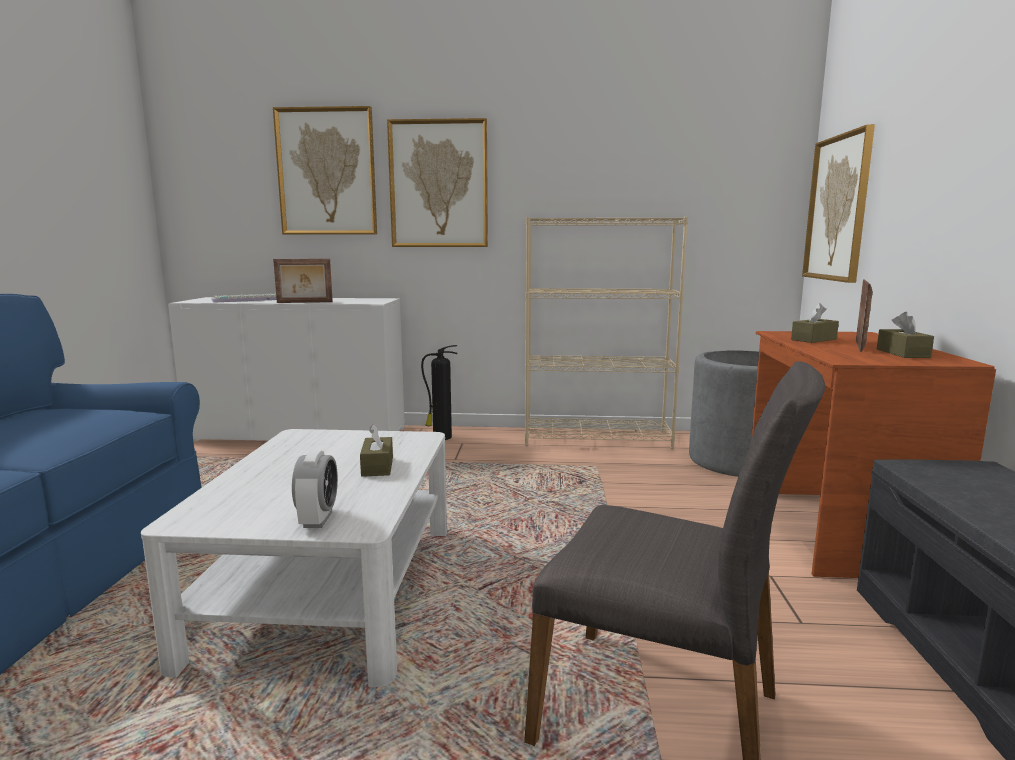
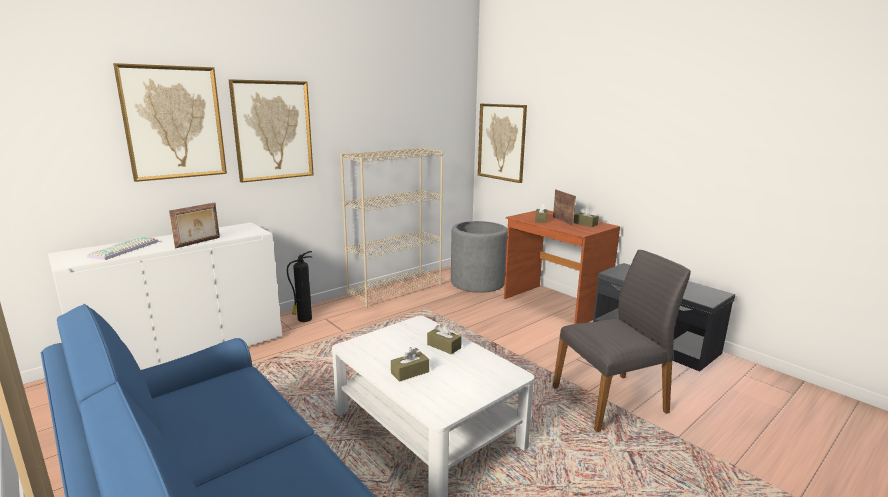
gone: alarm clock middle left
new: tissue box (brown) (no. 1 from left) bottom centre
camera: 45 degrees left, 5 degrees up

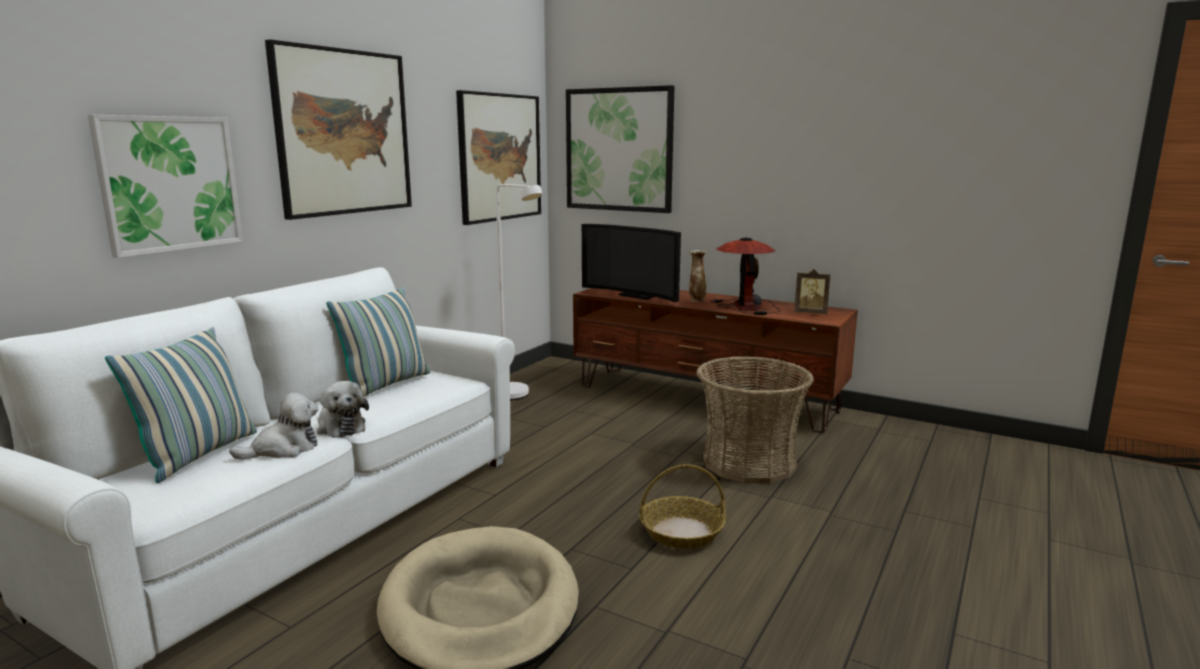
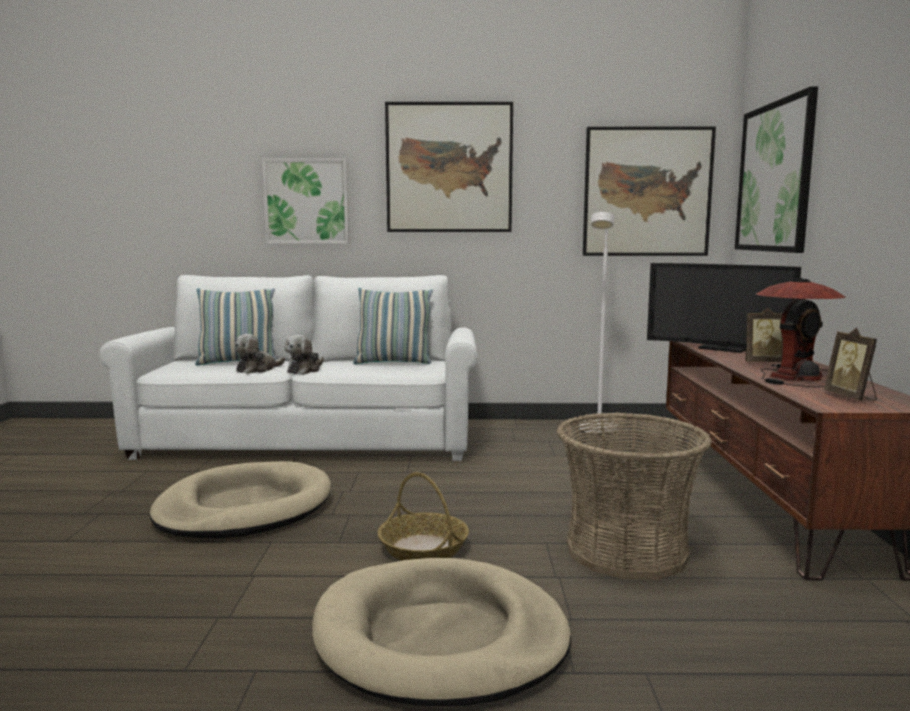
new: dog bed (beige) (no. 2 from left) bottom centre
swapped: vase centre to picture frame (no. 1 from left) middle right
rotated: plush toy (no. 1 from left) middle left = middle left 105 degrees clockwise; television centre = middle right 60 degrees counterclockwise
camera: 60 degrees right, 5 degrees down

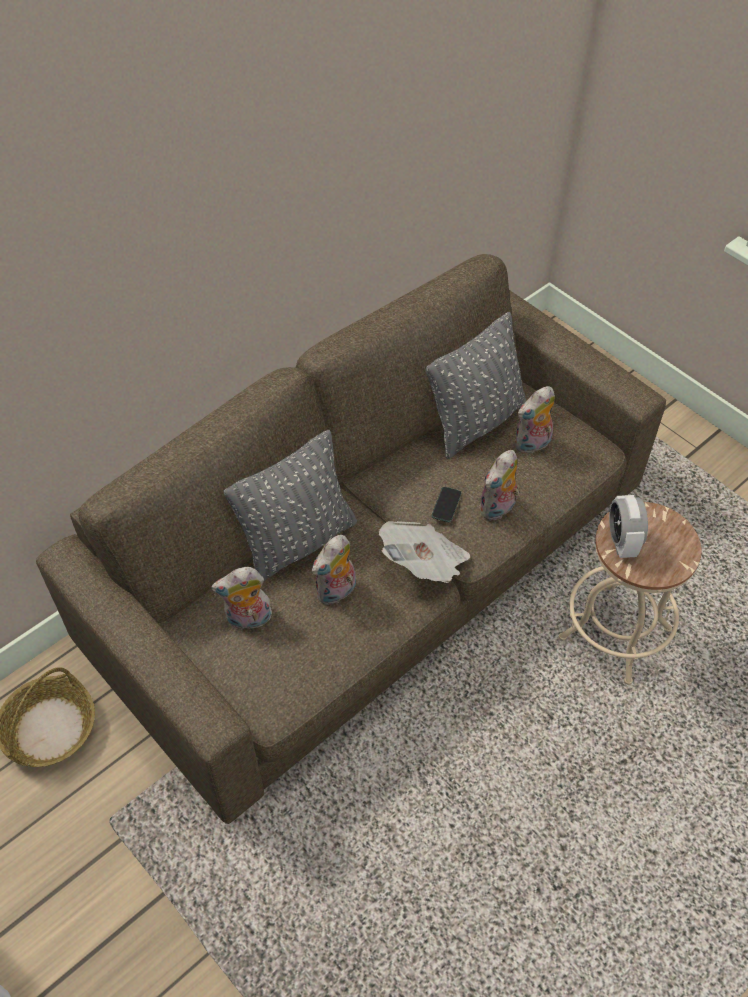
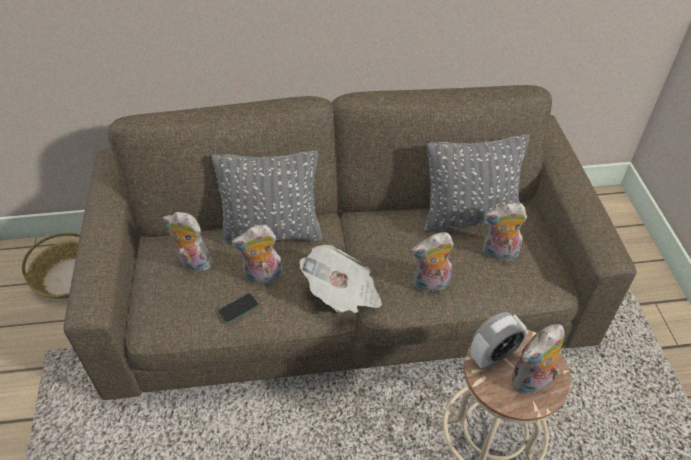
new: plush toy (no. 5 from left) bottom right
shifted: phone centre to bottom centre
rotated: alarm clock middle right = bottom right 150 degrees counterclockwise
camera: 35 degrees right, 5 degrees down

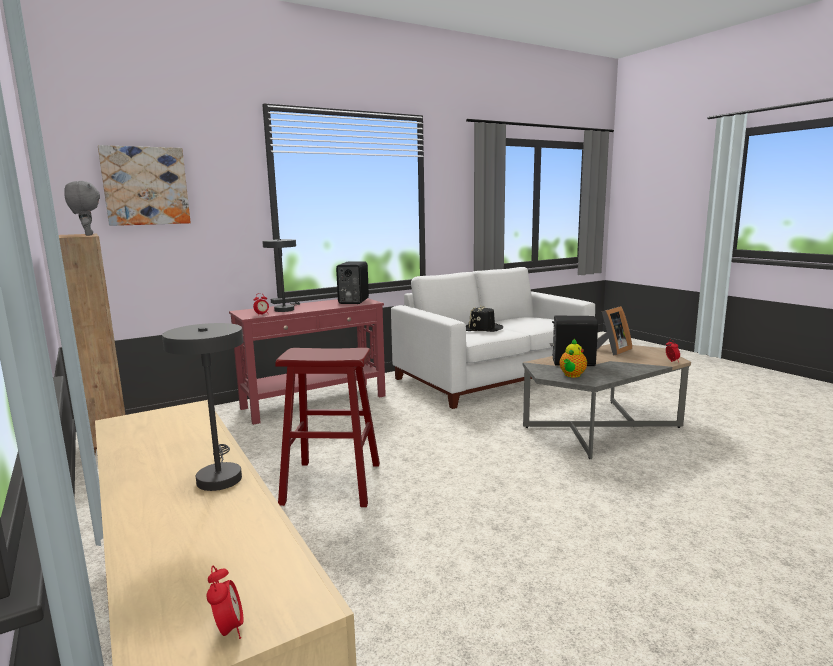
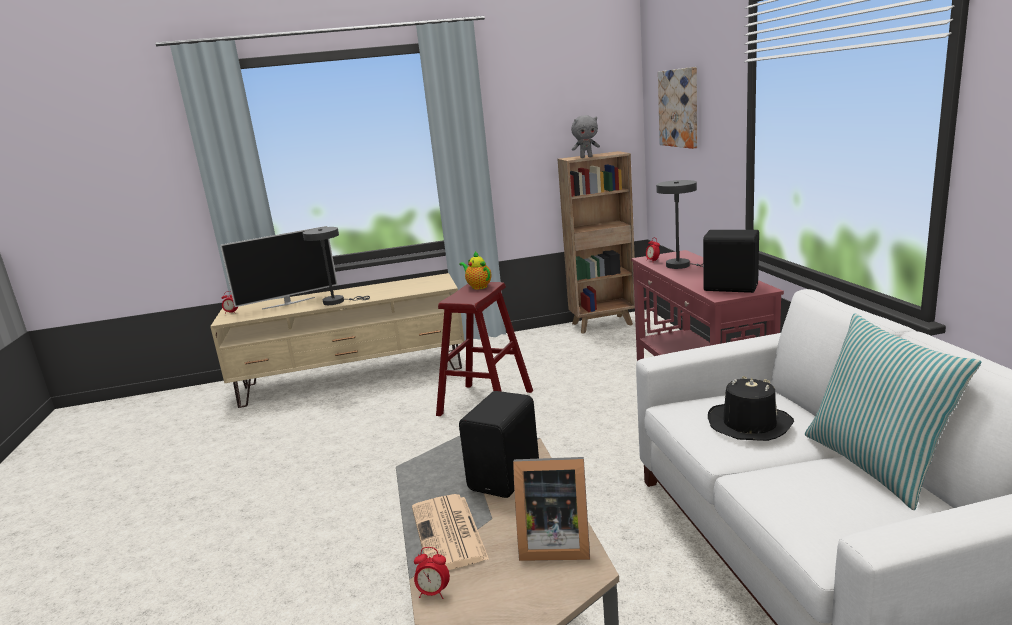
new: television middle left; newspaper bottom centre; pillow middle right
shifted: teapot middle right to centre
rotated: picture frame middle right = bottom centre 60 degrees counterclockwise
camera: 110 degrees right, 5 degrees up

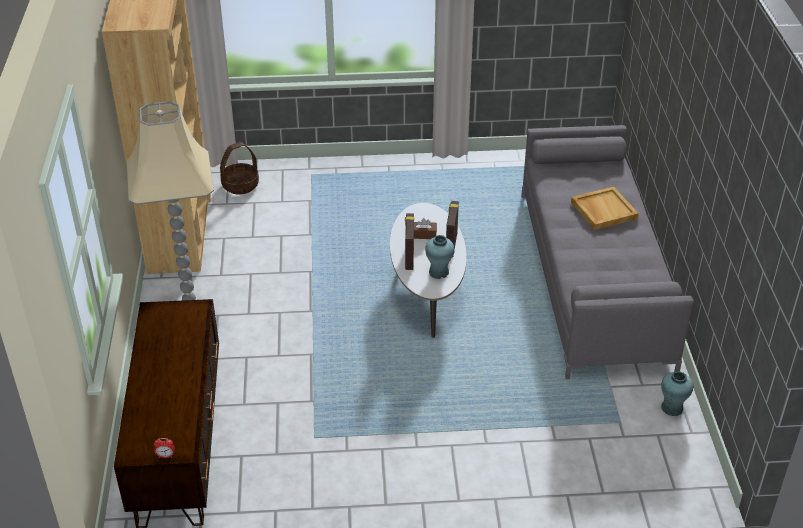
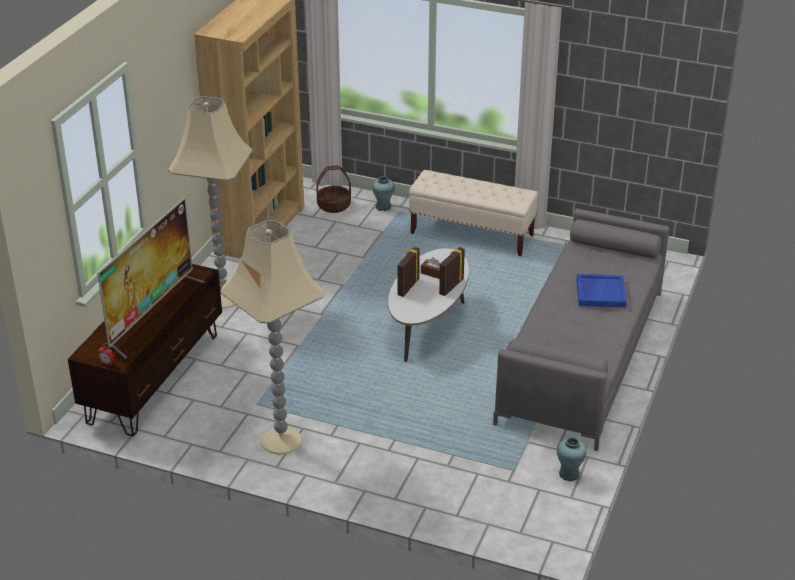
new: television middle left; floor lamp (beige) (no. 2 from left) centre; bench (beige) centre
shifted: vase (turquoise) (no. 1 from left) centre to top centre
repainted: tray (beige) middle right to tray (blue) middle right
camera: 25 degrees right, 5 degrees down

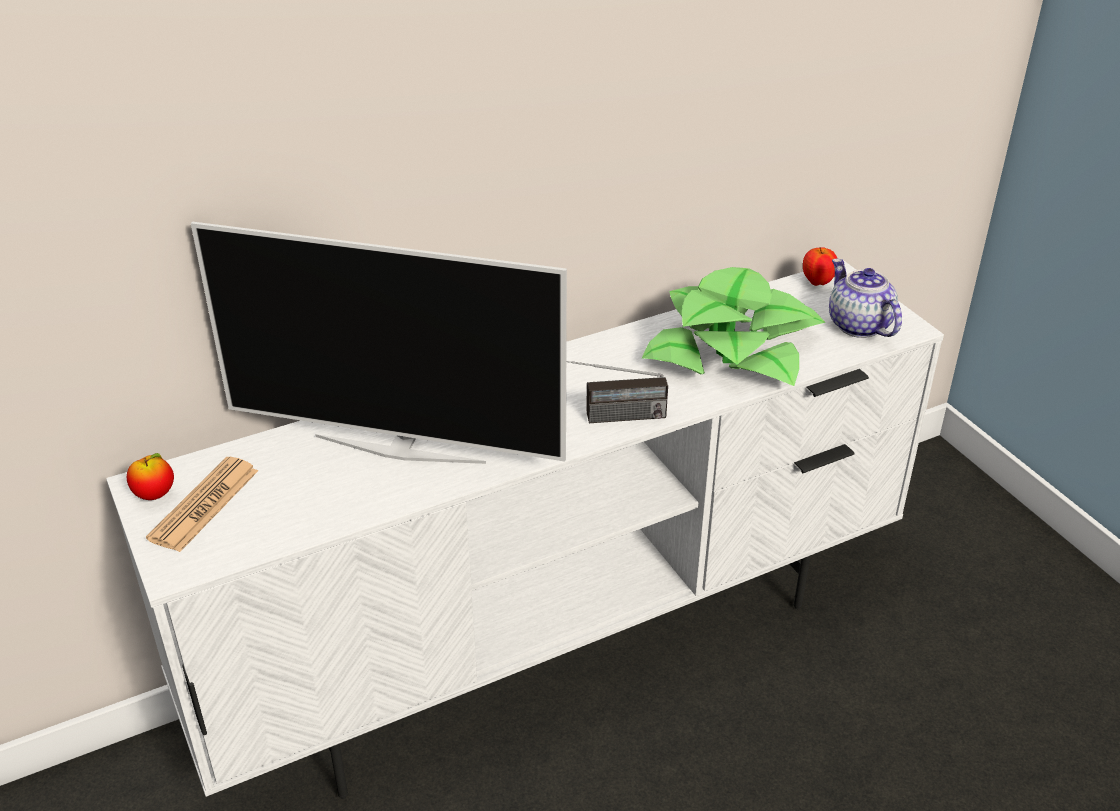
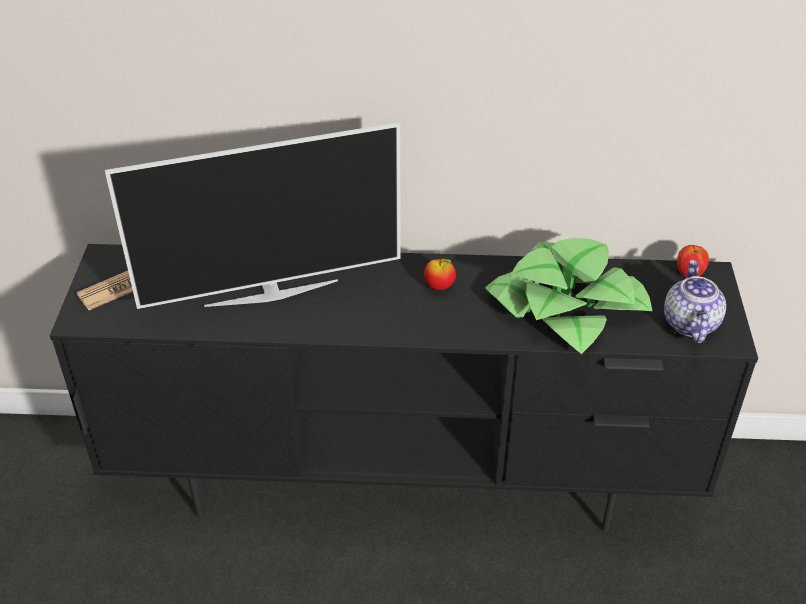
gone: radio centre
shifted: apple (no. 1 from left) middle left to centre
repainted: tv stand (white) centre to tv stand (black) centre
rotated: television centre = middle left 60 degrees counterclockwise
camera: 30 degrees right, 5 degrees up

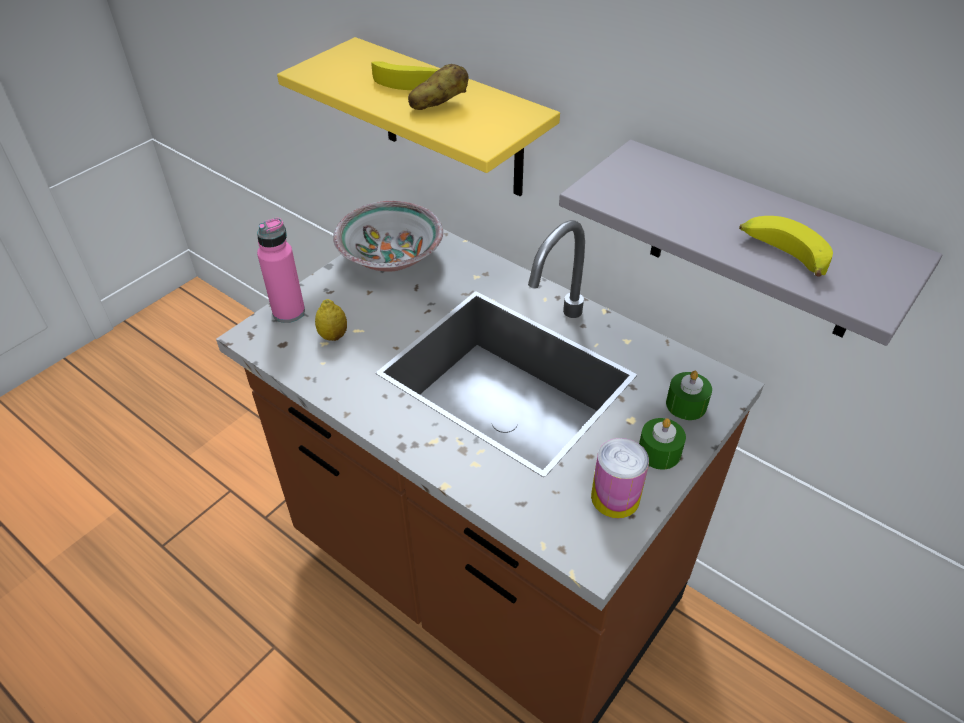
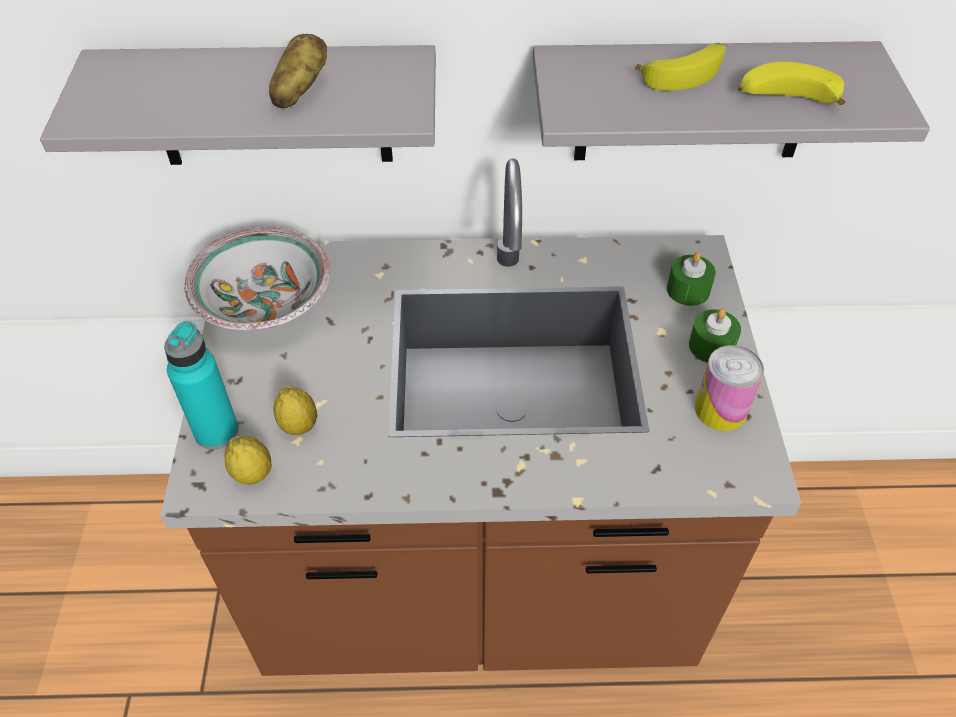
new: lemon (no. 1 from left) middle left
shifted: banana (no. 1 from left) top centre to top right
repainted: bottle (pink) middle left to bottle (turquoise) middle left; shelf (yellow) top centre to shelf (grey) (no. 1 from left) top left
camera: 40 degrees left, 5 degrees up

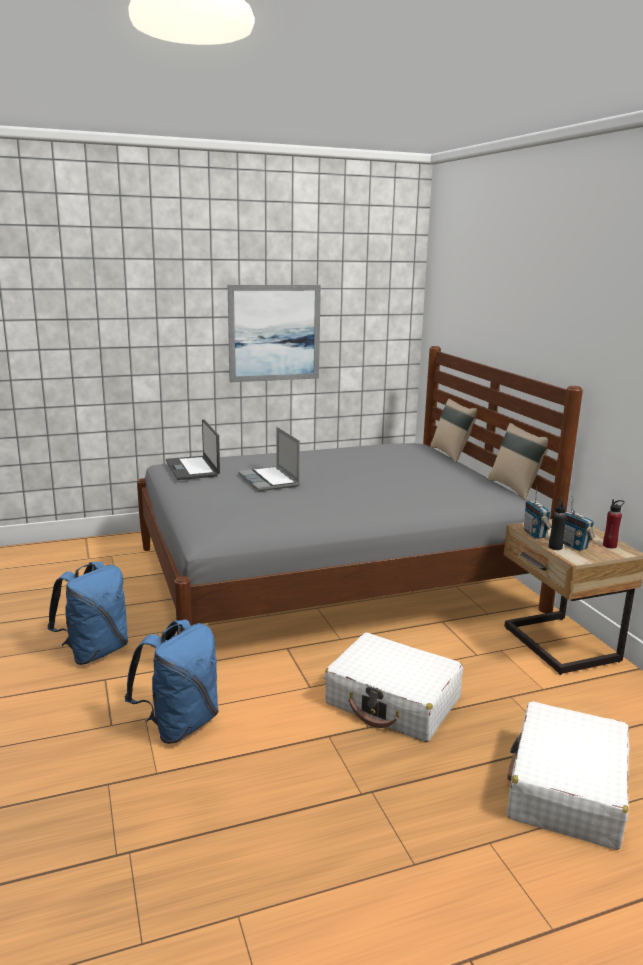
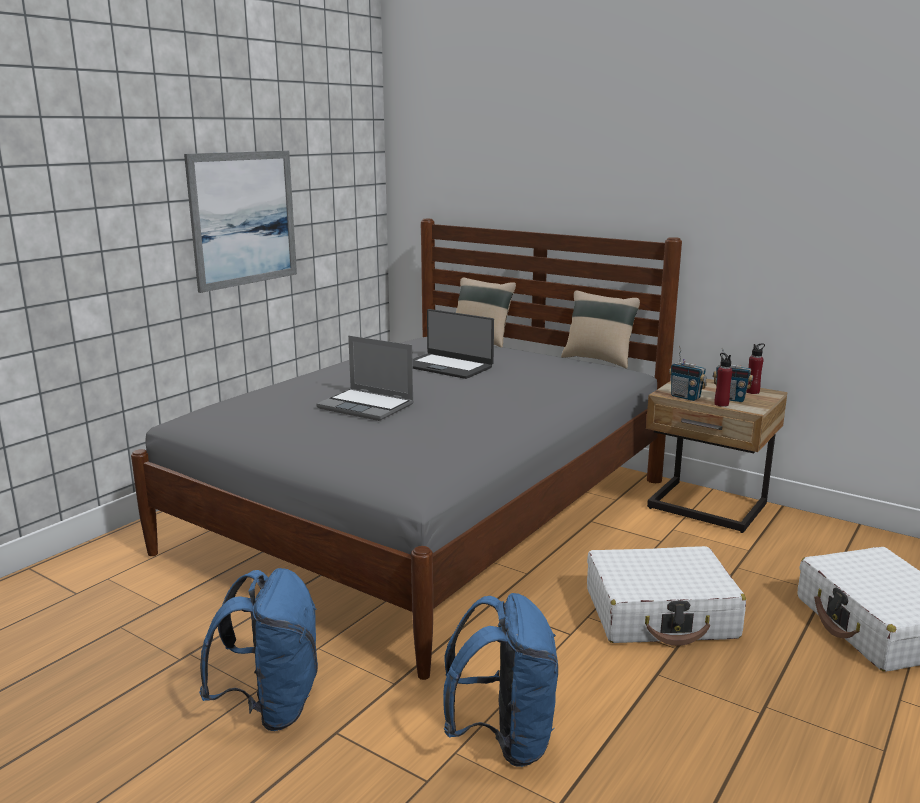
shifted: laptop (no. 1 from left in the first image) middle left to laptop (no. 2 from left) centre
repainted: bottle (black) middle right to bottle (red) (no. 1 from left) middle right
camera: 35 degrees left, 0 degrees up

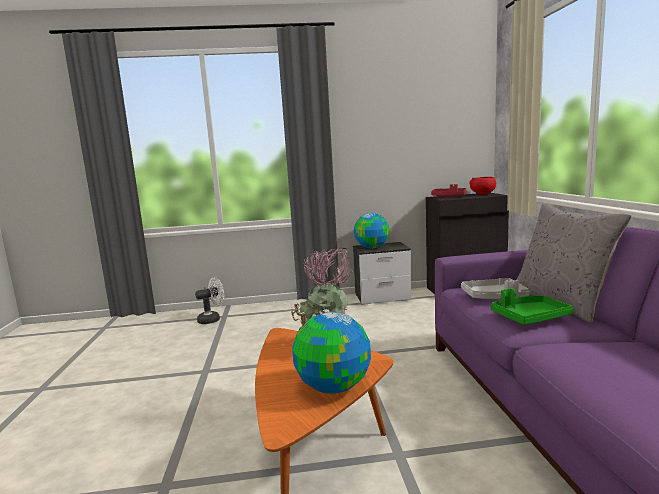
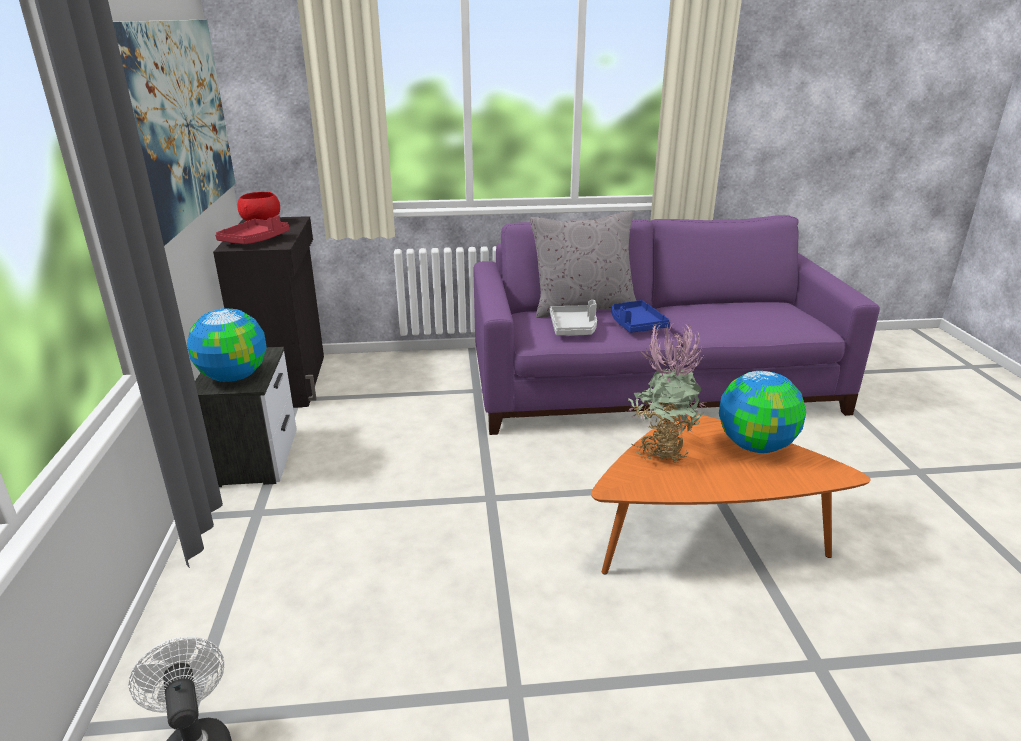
new: picture top left
repainted: tray (green) middle right to tray (blue) centre
camera: 90 degrees left, 15 degrees up

